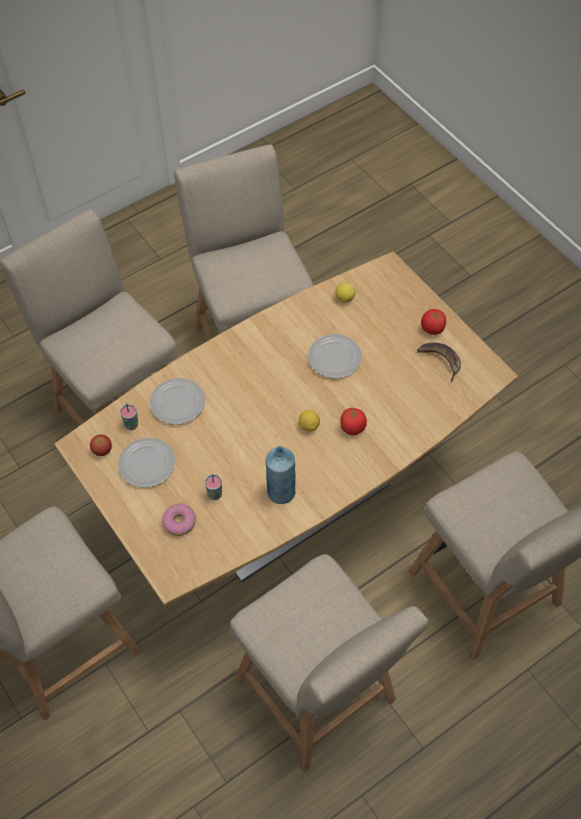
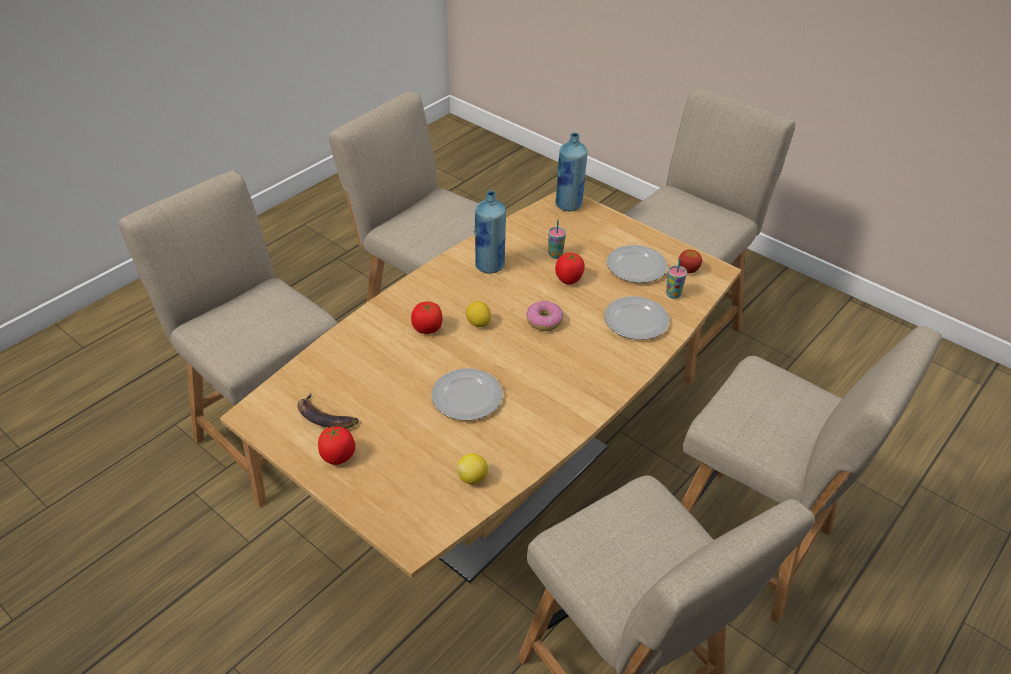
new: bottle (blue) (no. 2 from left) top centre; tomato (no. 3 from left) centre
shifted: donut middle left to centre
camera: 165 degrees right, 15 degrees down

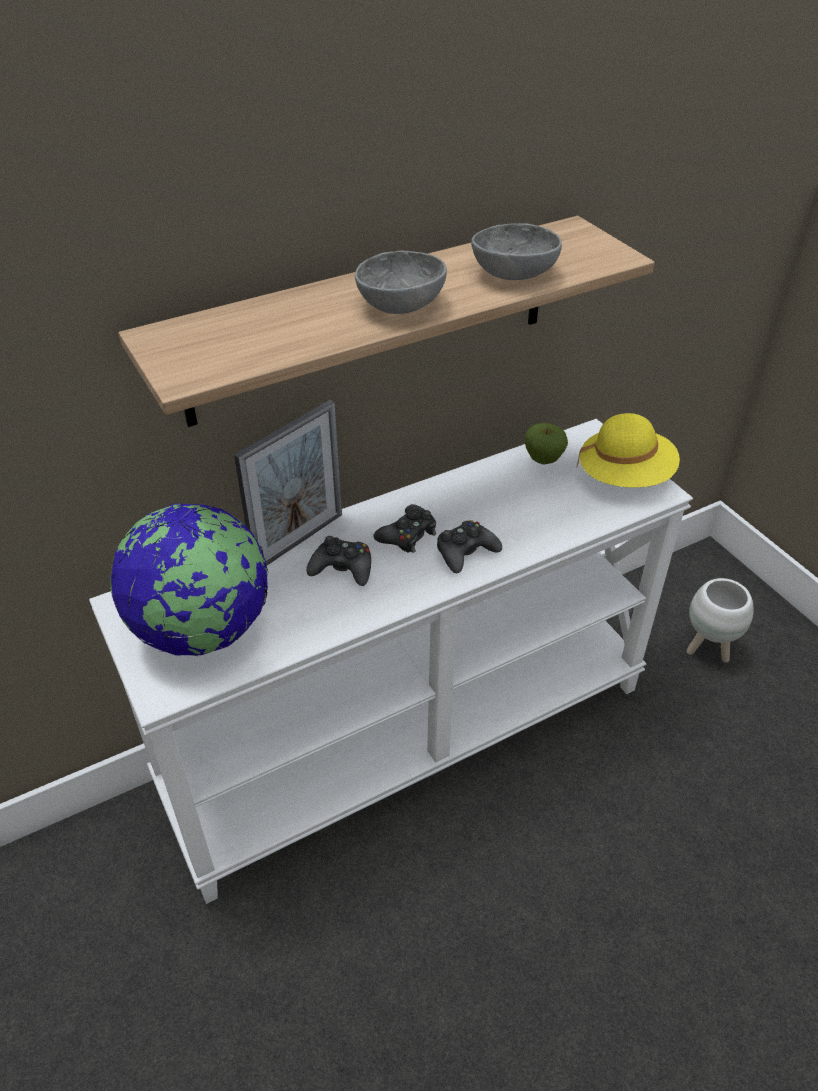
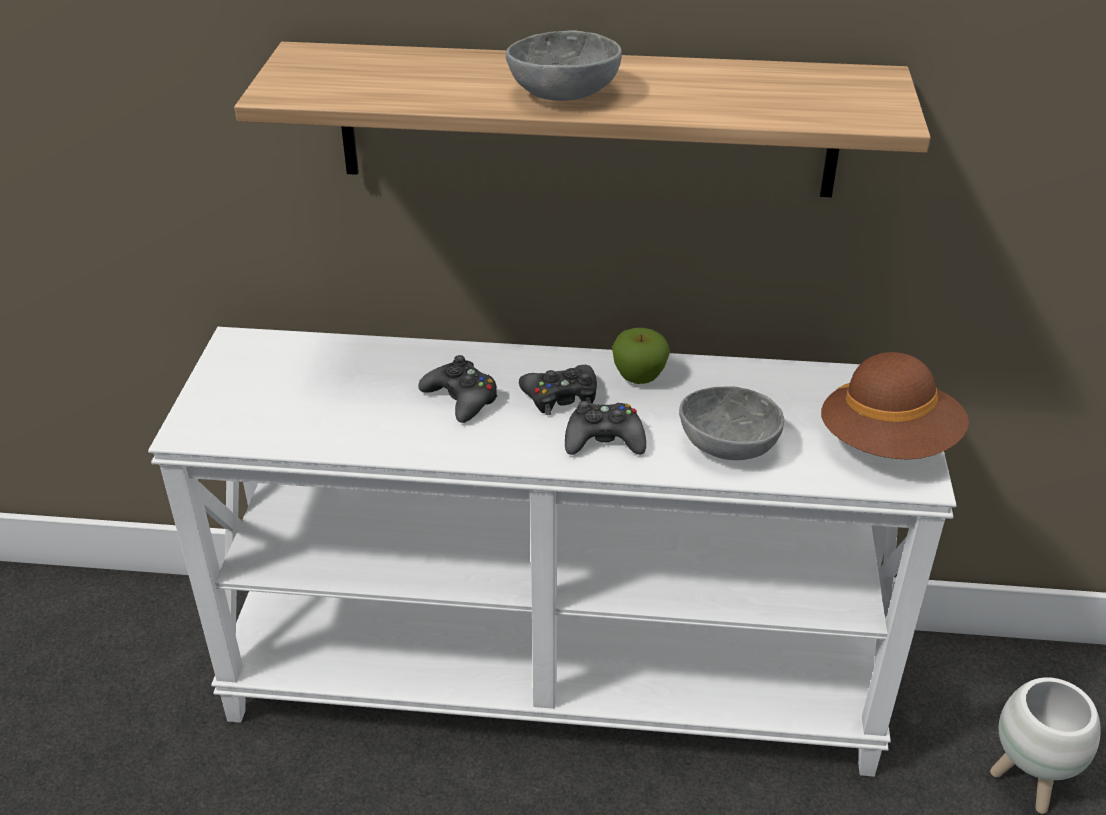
gone: globe middle left; picture frame centre
shifted: bowl (grey) (no. 2 from left) top centre to centre; apple middle right to centre
repainted: hat (yellow) middle right to hat (brown) middle right
camera: 35 degrees right, 5 degrees down

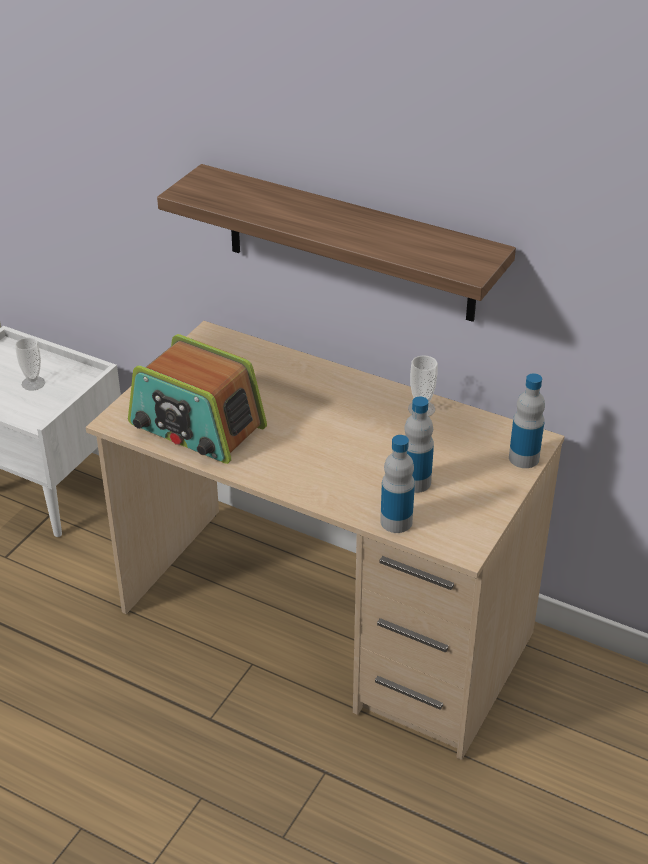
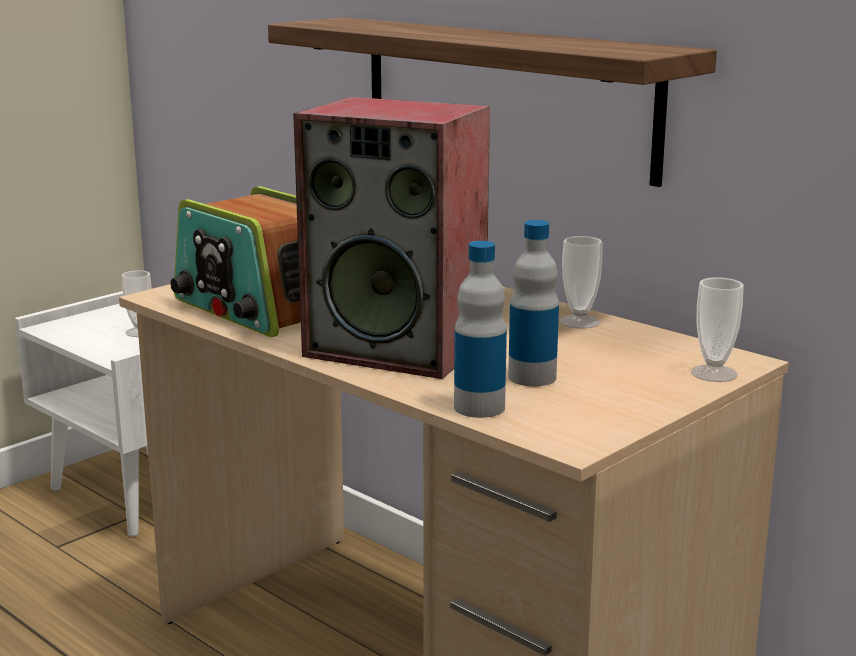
new: speaker centre
swapped: bottle (no. 3 from left) middle right to cup (no. 3 from left) middle right
camera: 15 degrees right, 20 degrees down

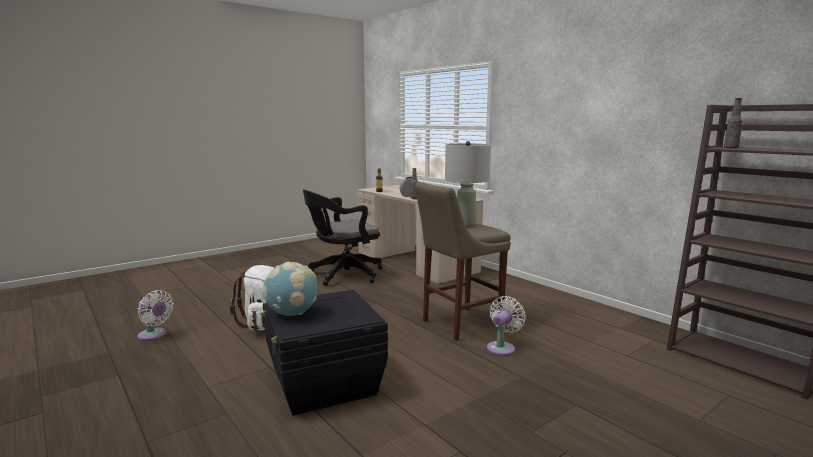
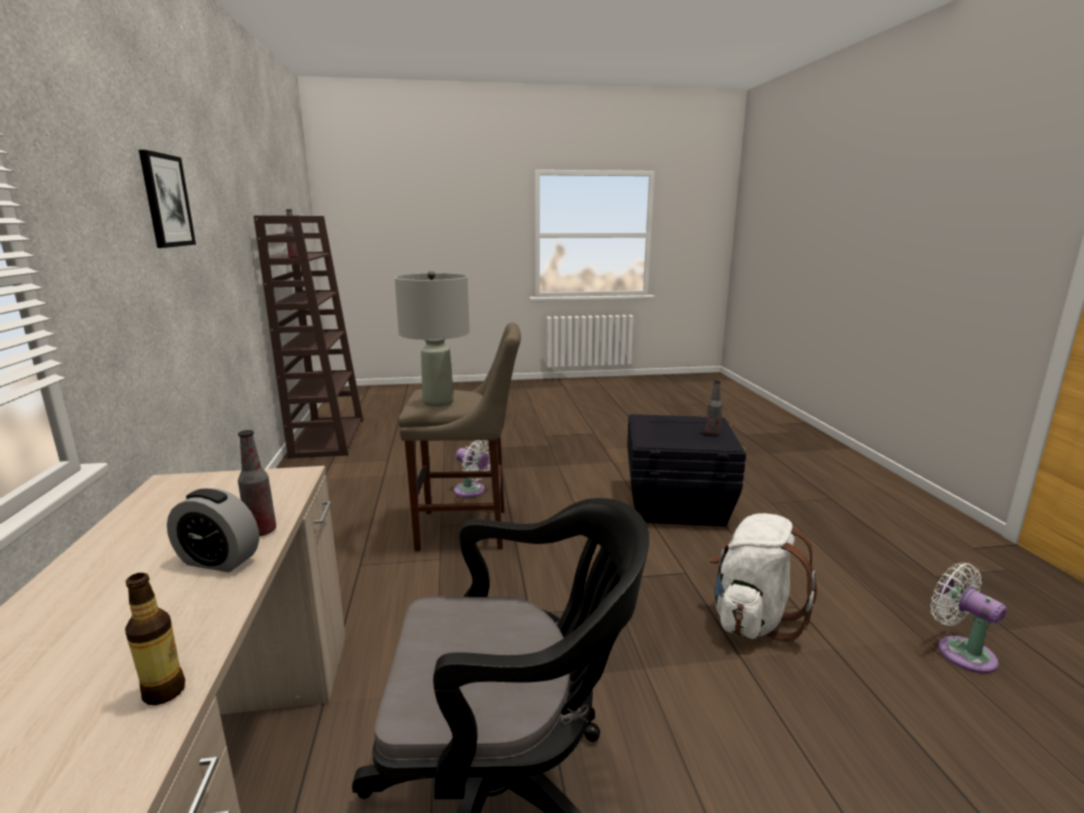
new: picture top left
swapped: globe centre to bottle (no. 4 from left) centre
rotated: fan (white) (no. 2 from left in the first image) bottom centre = centre 120 degrees counterclockwise
camera: 150 degrees left, 5 degrees up

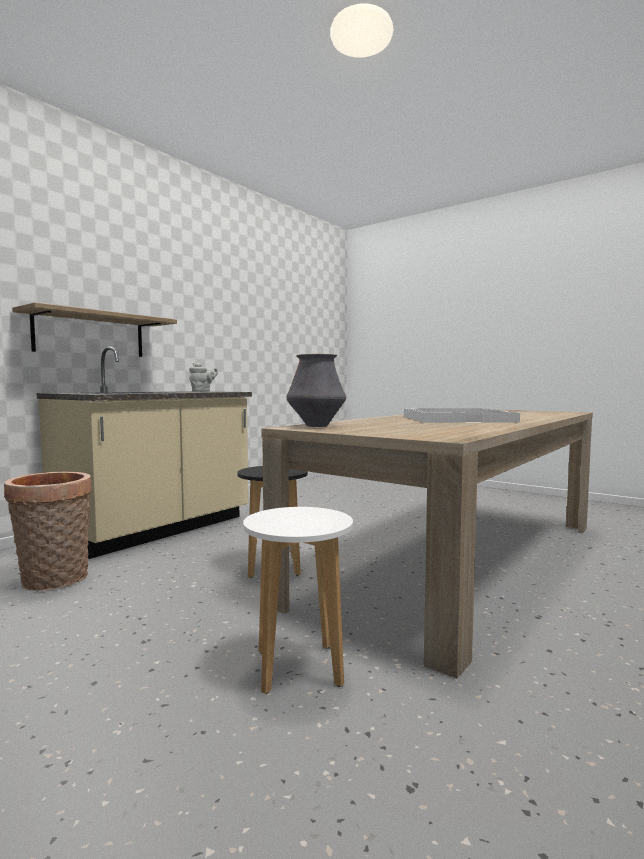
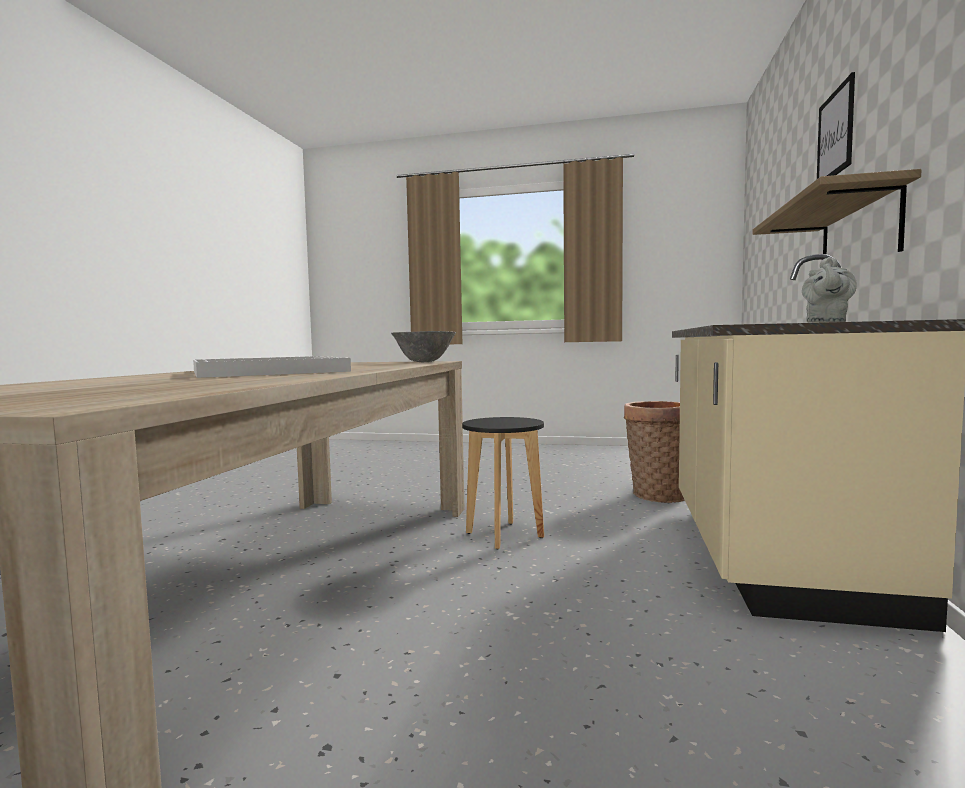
gone: stool (white) bottom centre
new: picture top right
swapped: vase centre to bowl (grey) centre
camera: 155 degrees right, 0 degrees up

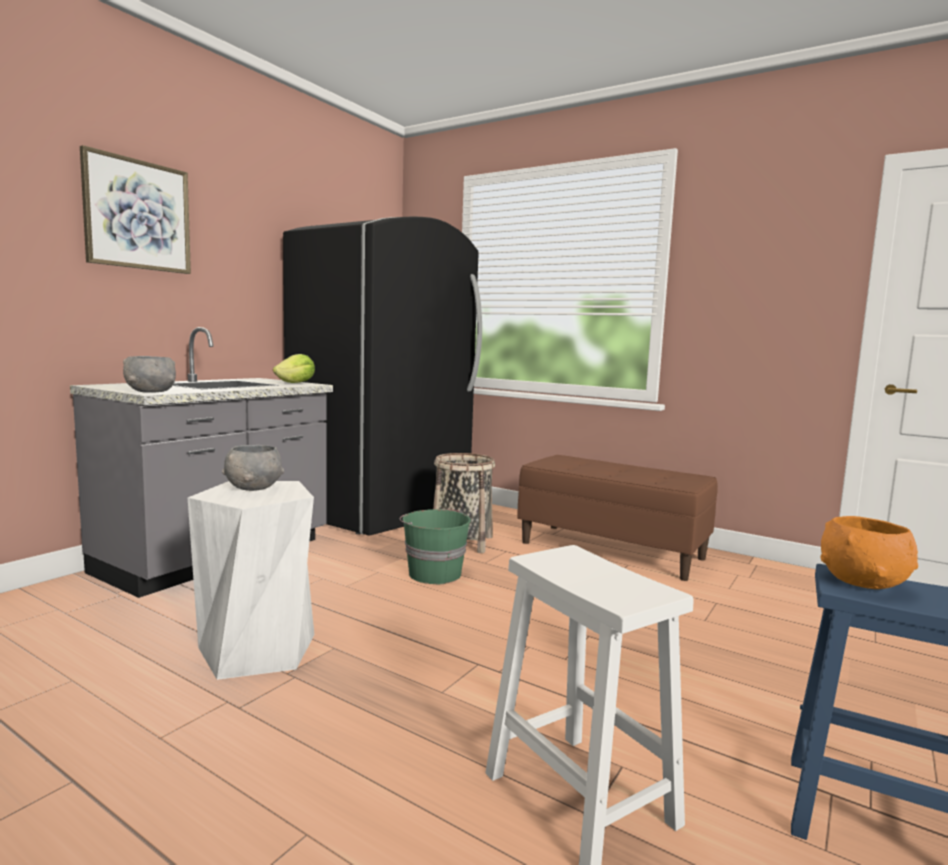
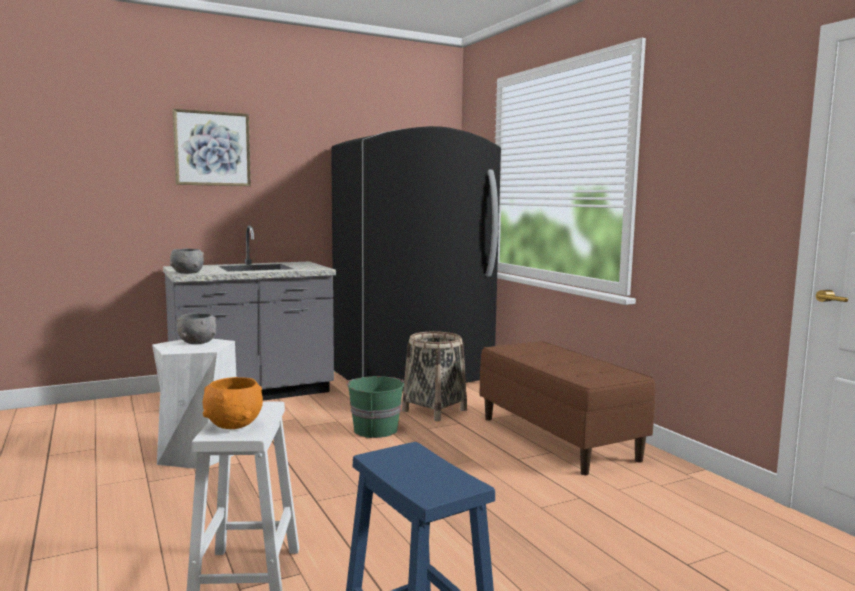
gone: lettuce middle left
shifted: bowl (orange) middle right to bottom left
camera: 30 degrees right, 0 degrees up

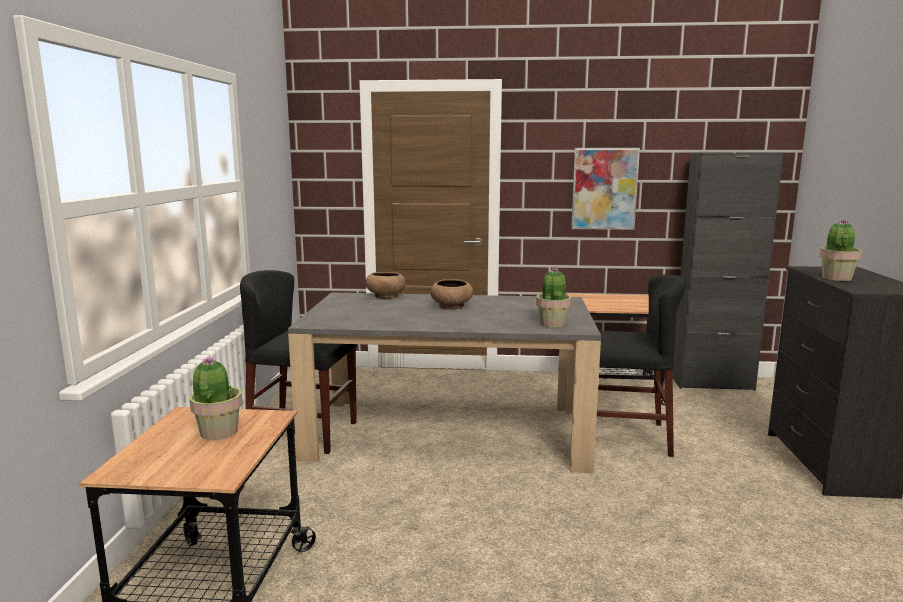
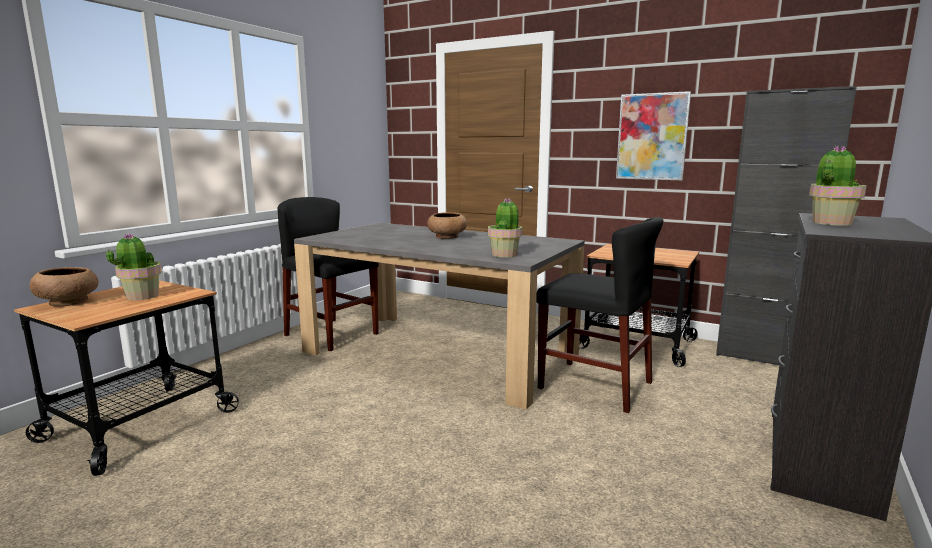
shifted: bowl (brown) (no. 1 from left) centre to middle left
camera: 25 degrees right, 0 degrees up

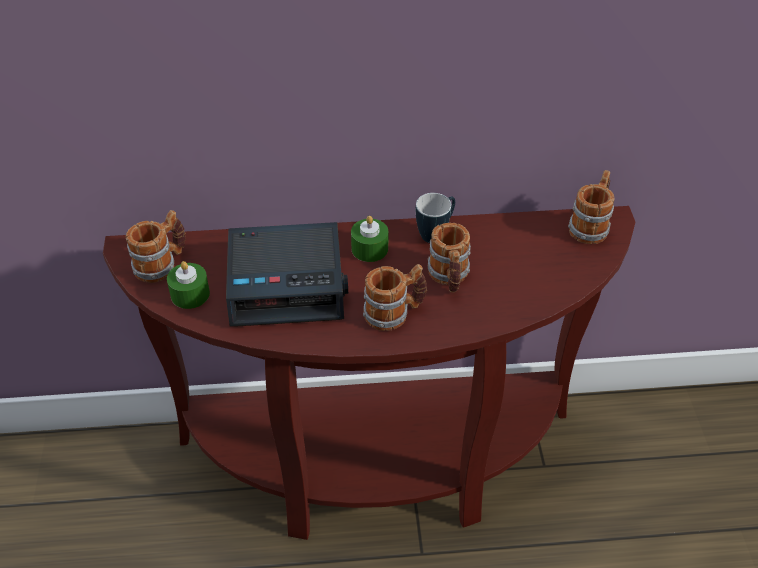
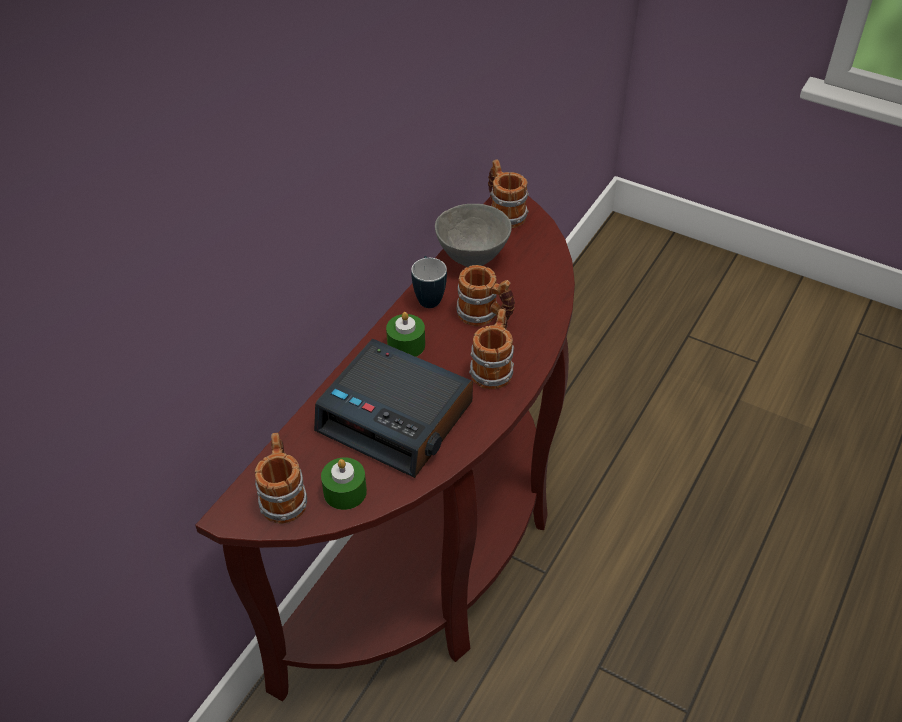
new: bowl (grey) top centre
rotated: alarm clock centre = centre 90 degrees clockwise
camera: 55 degrees left, 0 degrees up

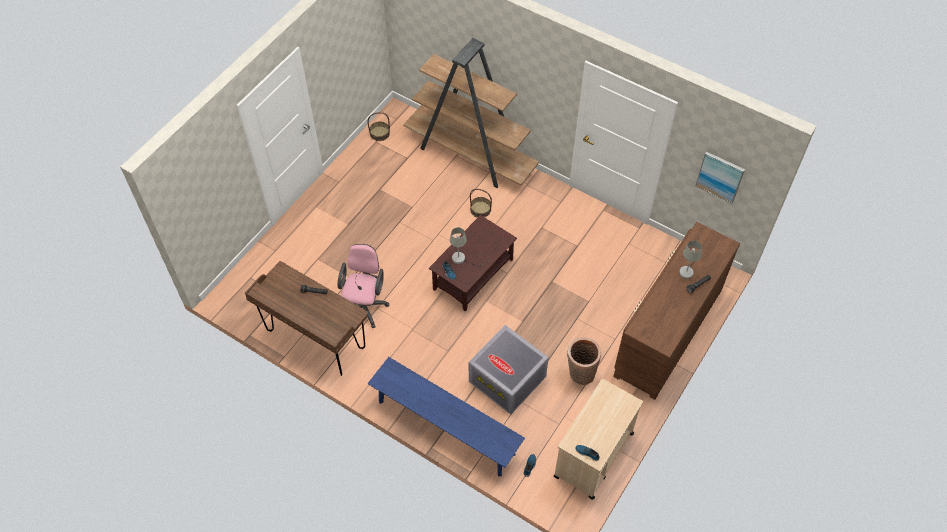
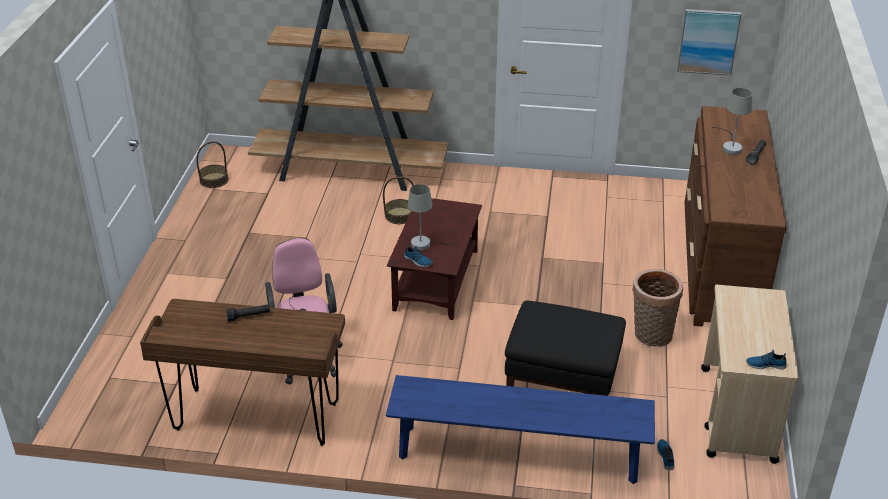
swapped: storage box (grey) bottom centre to ottoman (black) bottom centre
camera: 25 degrees left, 20 degrees down

